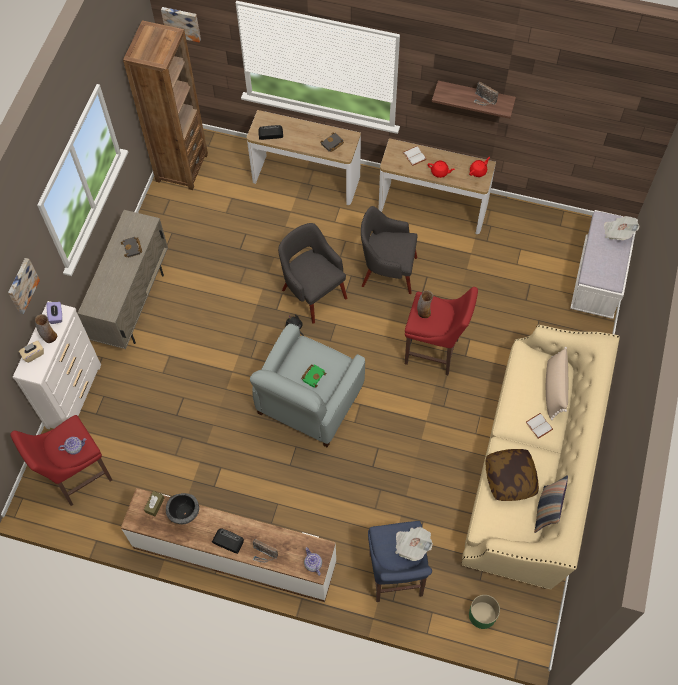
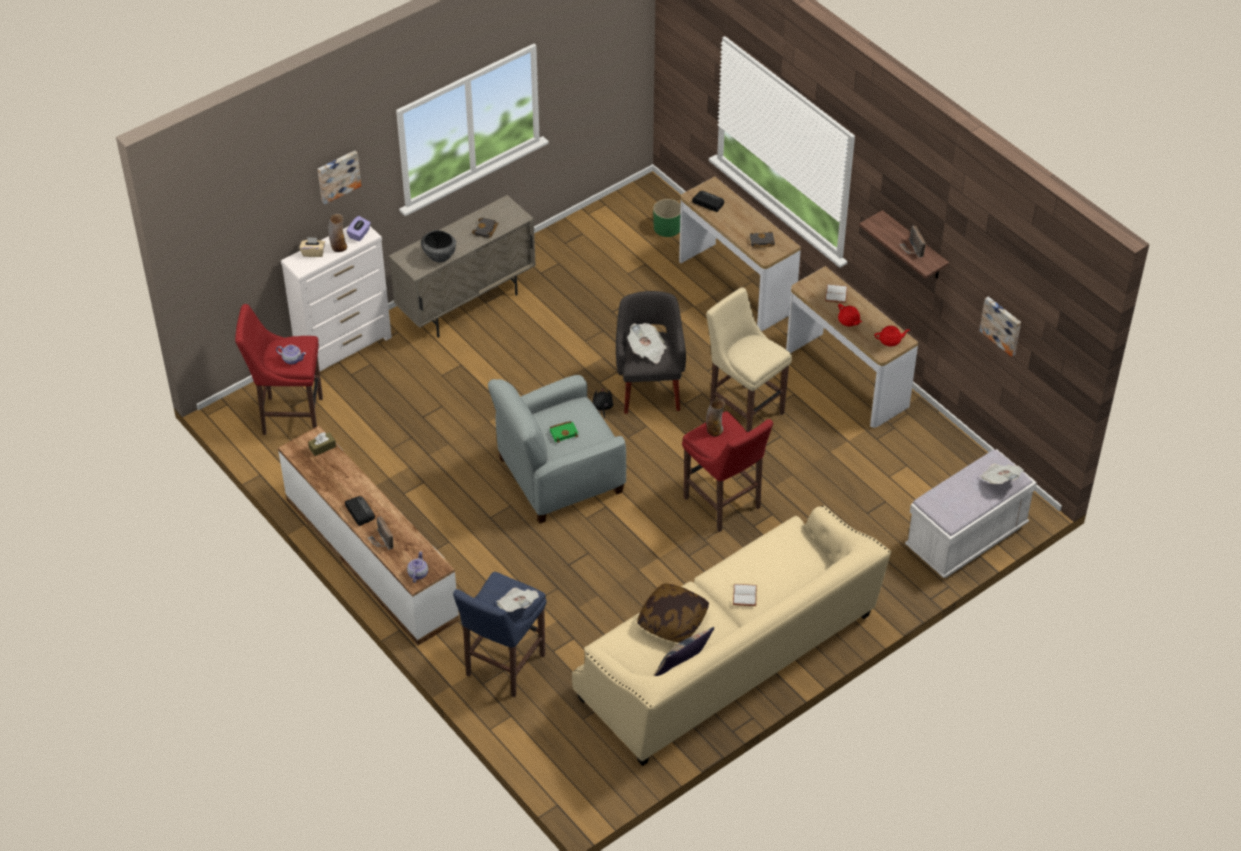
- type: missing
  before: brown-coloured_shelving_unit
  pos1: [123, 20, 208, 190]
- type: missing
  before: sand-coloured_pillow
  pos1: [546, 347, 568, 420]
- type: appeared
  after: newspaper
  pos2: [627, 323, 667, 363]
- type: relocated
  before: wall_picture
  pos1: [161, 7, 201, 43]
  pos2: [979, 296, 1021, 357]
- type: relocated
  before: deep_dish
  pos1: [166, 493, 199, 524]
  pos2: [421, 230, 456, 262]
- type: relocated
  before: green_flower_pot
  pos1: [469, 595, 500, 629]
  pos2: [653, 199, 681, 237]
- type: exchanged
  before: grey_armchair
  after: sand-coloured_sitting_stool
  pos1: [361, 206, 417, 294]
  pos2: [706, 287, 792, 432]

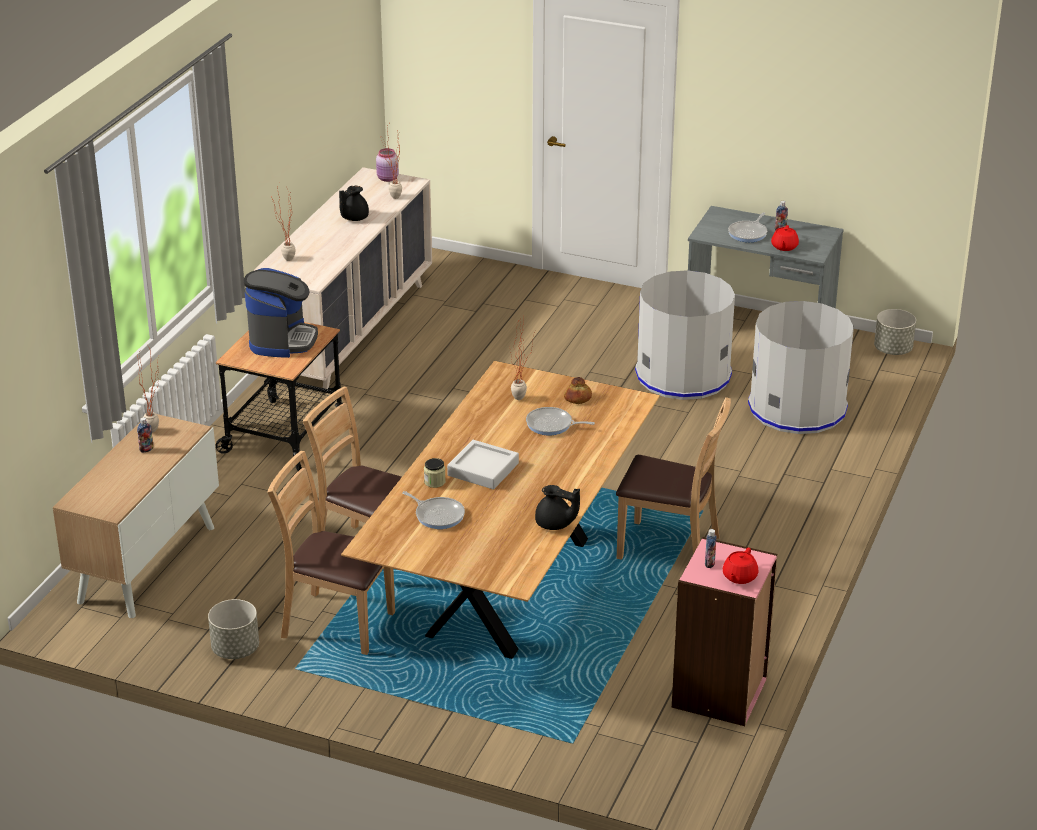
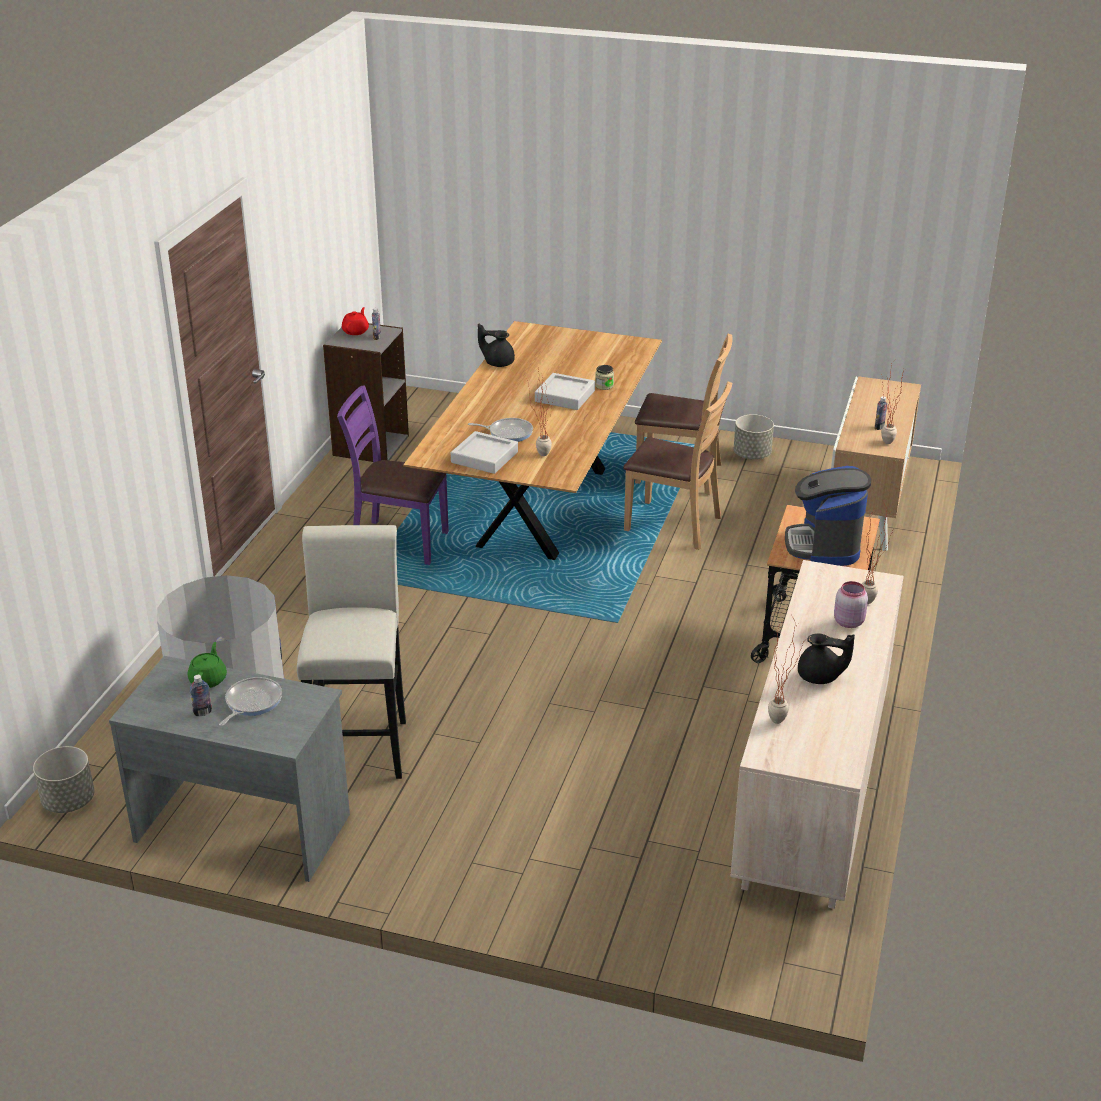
- type: missing
  before: frying_pan
  pos1: [402, 491, 465, 529]
- type: relocated
  before: pink_jar
  pos1: [376, 148, 399, 182]
  pos2: [834, 581, 868, 628]
- type: exchanged
  before: baked_bread
  after: grey_carrying_tray
  pos1: [564, 377, 592, 404]
  pos2: [451, 431, 518, 474]
- type: exchanged
  before: grey_waste_bin
  after: white-coloured_sitting_stool
  pos1: [635, 270, 735, 400]
  pos2: [297, 525, 406, 779]
- type: colour
  before: brown-coloured_plain_chair
  after: purplish_plain_chair
  pos1: [616, 397, 731, 560]
  pos2: [337, 385, 449, 565]
- type: colour
  before: pink_shelving_unit
  after: grey_shelving_unit
  pos1: [672, 537, 778, 726]
  pos2: [323, 323, 409, 462]
- type: colour
  before: red_pot_for_tea
  after: green_pot_for_tea
  pos1: [771, 225, 799, 251]
  pos2: [188, 642, 227, 688]
- type: spun
  before: blackish_pot_for_tea
  pos1: [339, 185, 369, 221]
  pos2: [798, 633, 855, 684]
  turn: 75

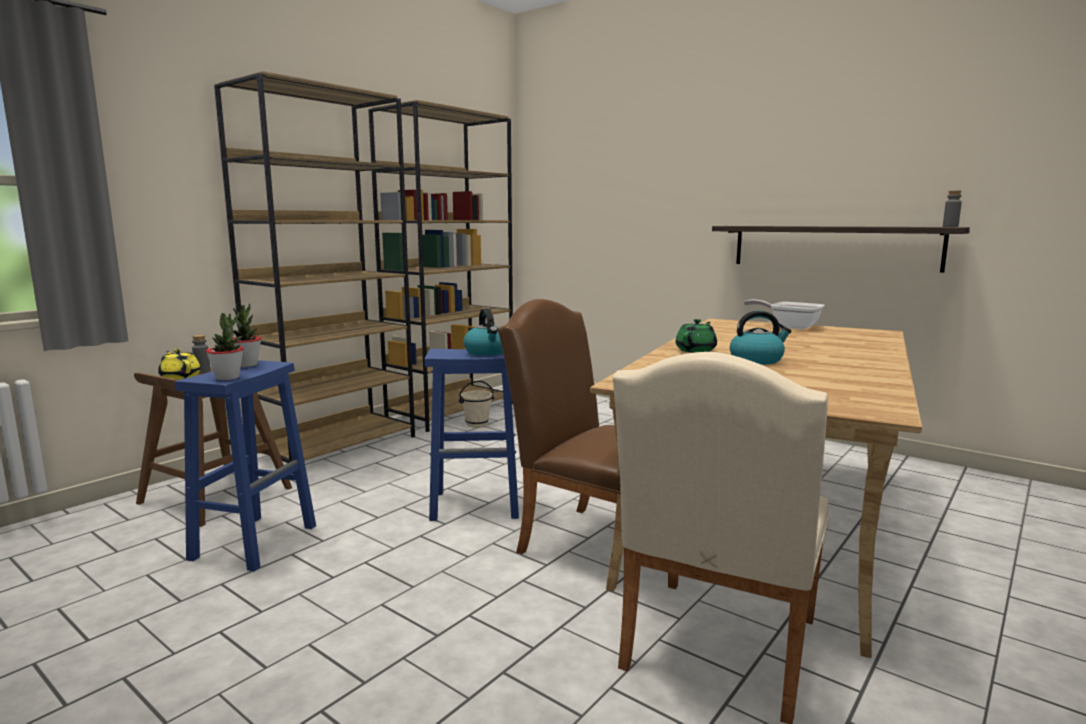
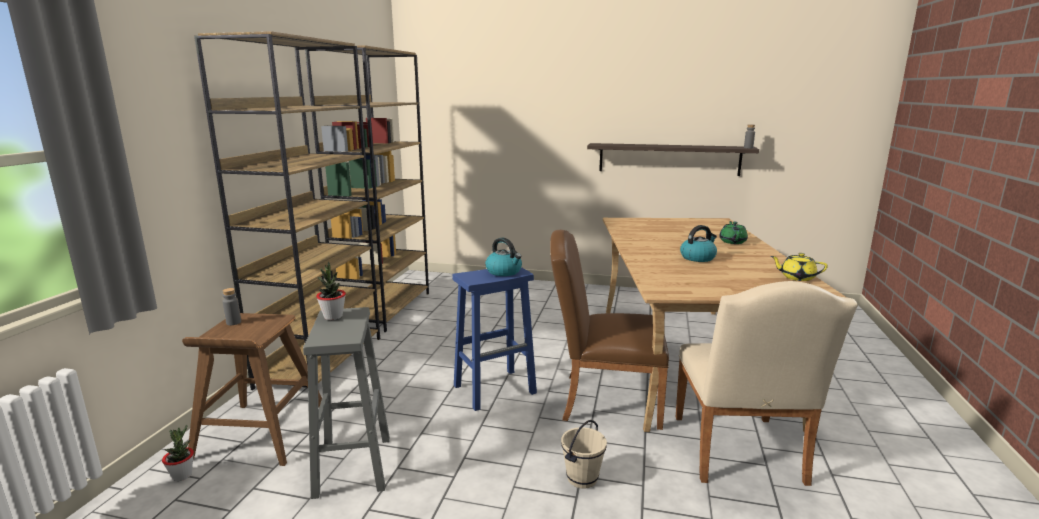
- type: missing
  before: frying_pan
  pos1: [744, 300, 825, 329]
- type: relocated
  before: yellow_pot_for_tea
  pos1: [158, 349, 201, 380]
  pos2: [771, 253, 828, 281]
- type: relocated
  before: potted_plant
  pos1: [206, 312, 243, 380]
  pos2: [162, 425, 194, 481]
- type: relocated
  before: sand-coloured_bucket
  pos1: [459, 381, 494, 428]
  pos2: [561, 420, 607, 489]
- type: relocated
  before: green_pot_for_tea
  pos1: [676, 319, 717, 353]
  pos2: [719, 221, 748, 244]
- type: colour
  before: blue-coloured_sitting_stool
  after: grey_sitting_stool
  pos1: [175, 360, 316, 571]
  pos2: [303, 307, 390, 499]

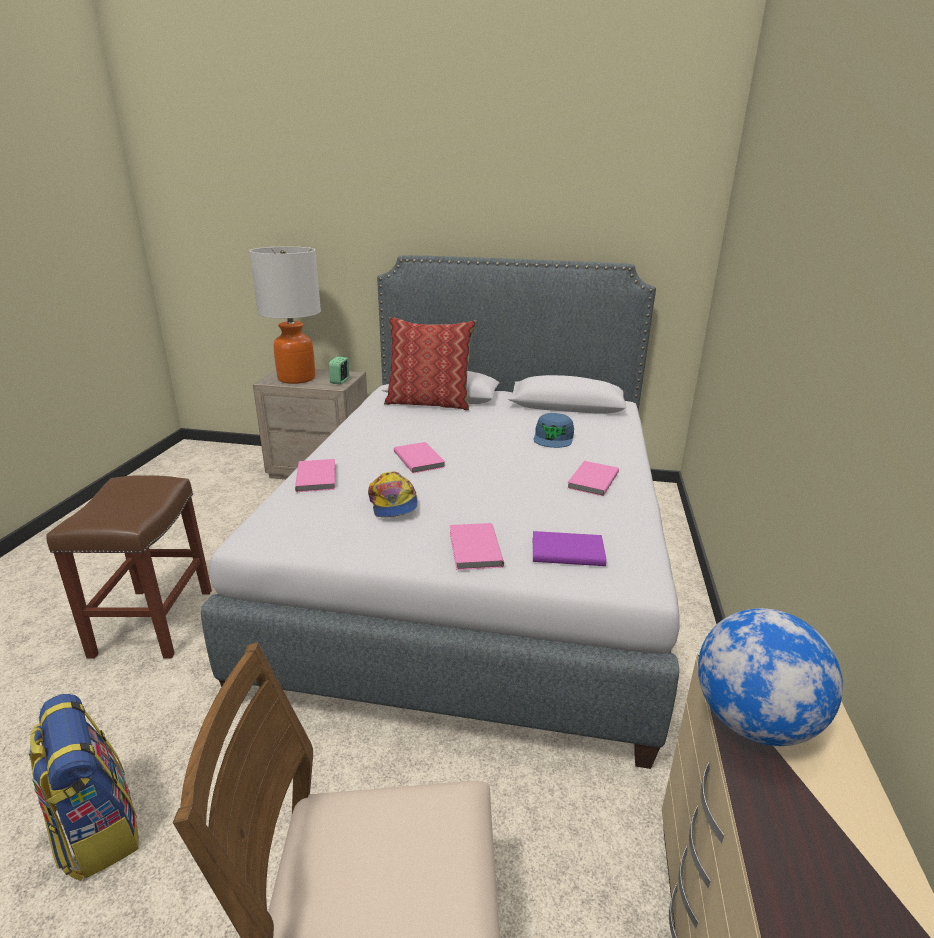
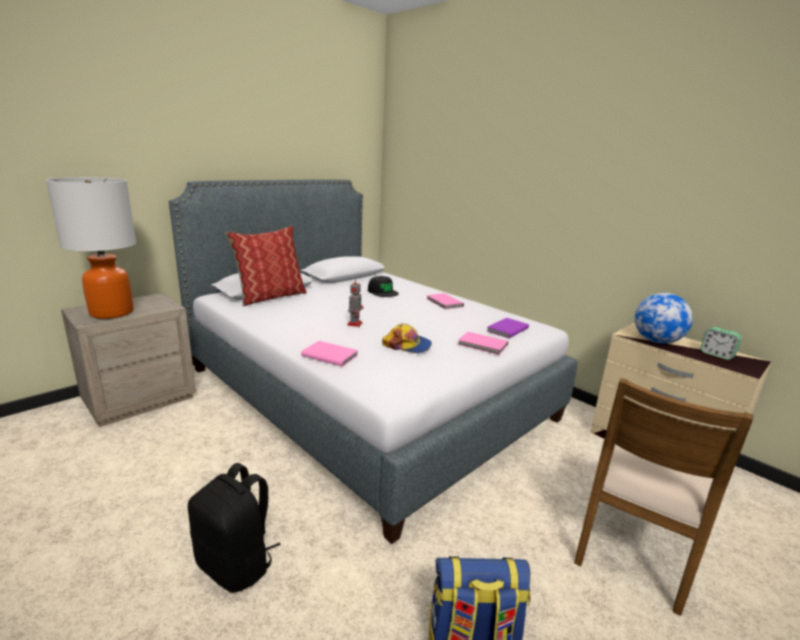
- type: relocated
  before: table_clock
  pos1: [329, 357, 349, 384]
  pos2: [701, 327, 742, 360]
- type: exchanged
  before: brown-coloured_sitting_stool
  after: blackish_knapsack
  pos1: [46, 475, 212, 659]
  pos2: [188, 463, 281, 593]
- type: exchanged
  before: pink_volume
  after: toy_robot
  pos1: [394, 442, 445, 473]
  pos2: [347, 278, 363, 327]
- type: colour
  before: blue-coloured_cap
  after: blackish_cap
  pos1: [533, 413, 574, 448]
  pos2: [368, 276, 399, 297]

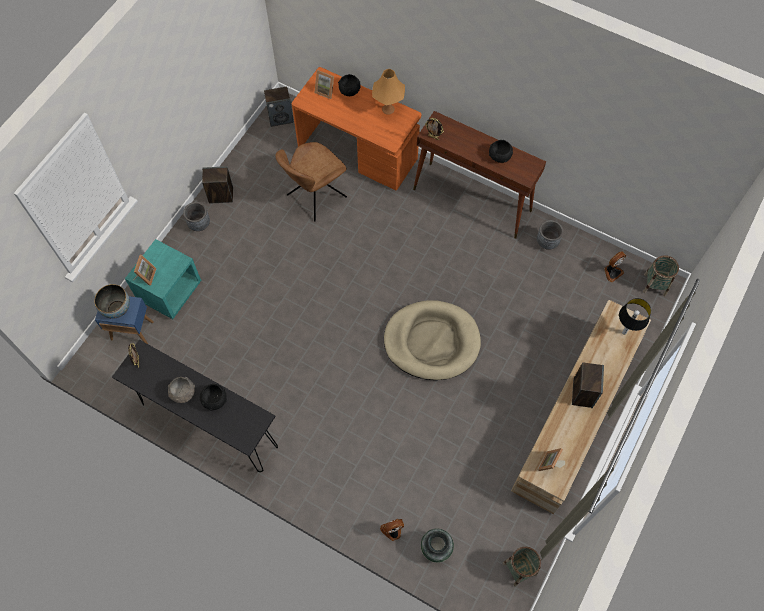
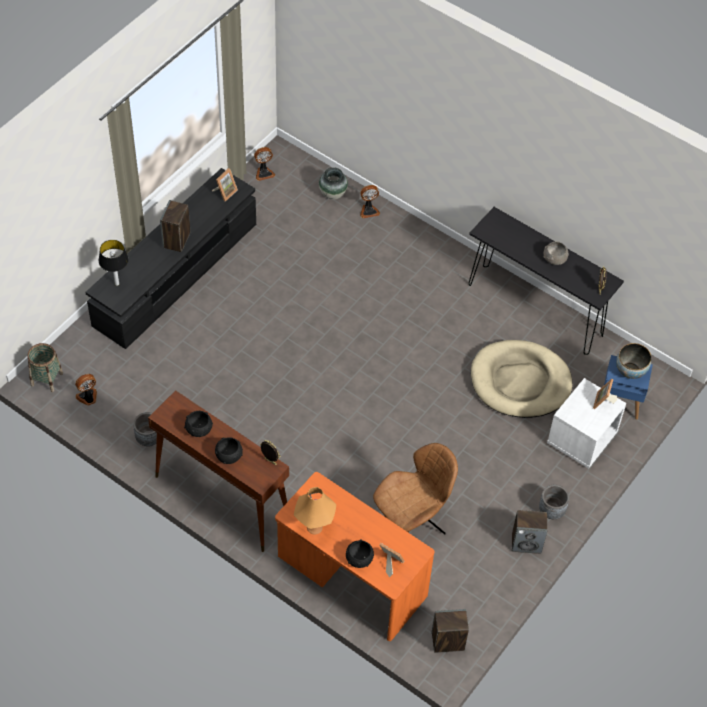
- type: relocated
  before: blackish_deep_dish
  pos1: [200, 384, 227, 411]
  pos2: [215, 437, 243, 464]
- type: relocated
  before: sand-coloured_pet_bed
  pos1: [384, 300, 481, 380]
  pos2: [471, 340, 573, 418]
- type: exchanged
  before: storage_basket
  after: fan
  pos1: [502, 547, 541, 587]
  pos2: [254, 147, 275, 181]
- type: colour
  before: blue-green_nightstand
  after: white-coloured_nightstand
  pos1: [125, 239, 201, 319]
  pos2: [547, 378, 626, 469]
- type: colour
  before: sand-coloured_tv_stand
  after: blackish_tv_stand
  pos1: [511, 300, 651, 514]
  pos2: [85, 168, 256, 349]

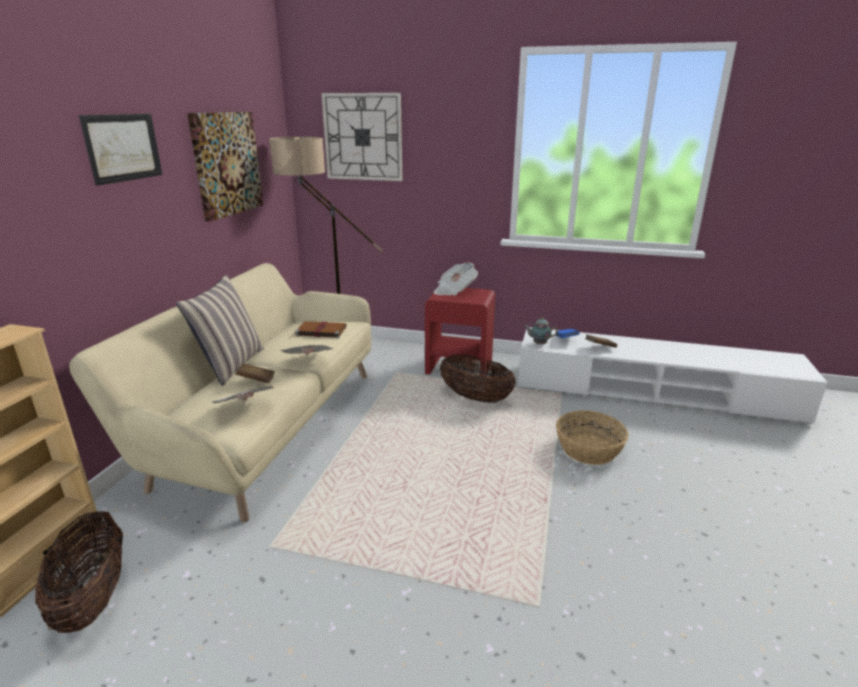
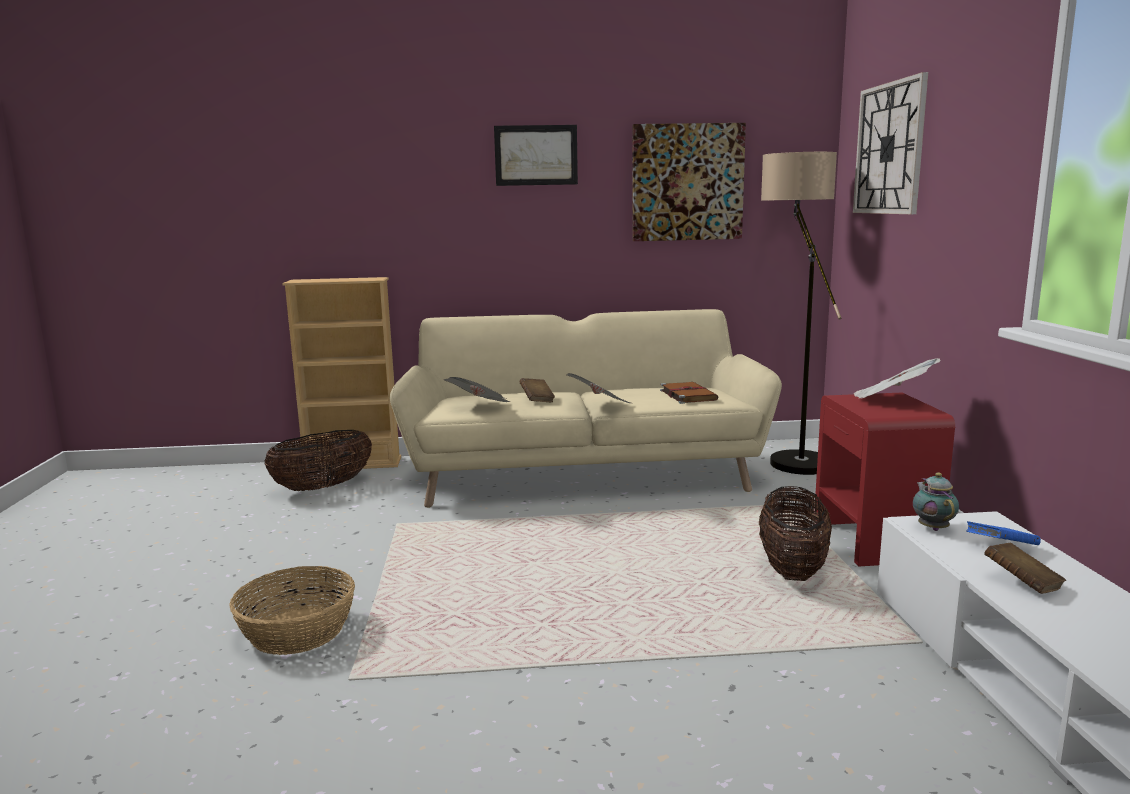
- type: missing
  before: pillow
  pos1: [176, 275, 264, 386]
- type: relocated
  before: storage_basket
  pos1: [556, 411, 629, 465]
  pos2: [230, 566, 355, 655]

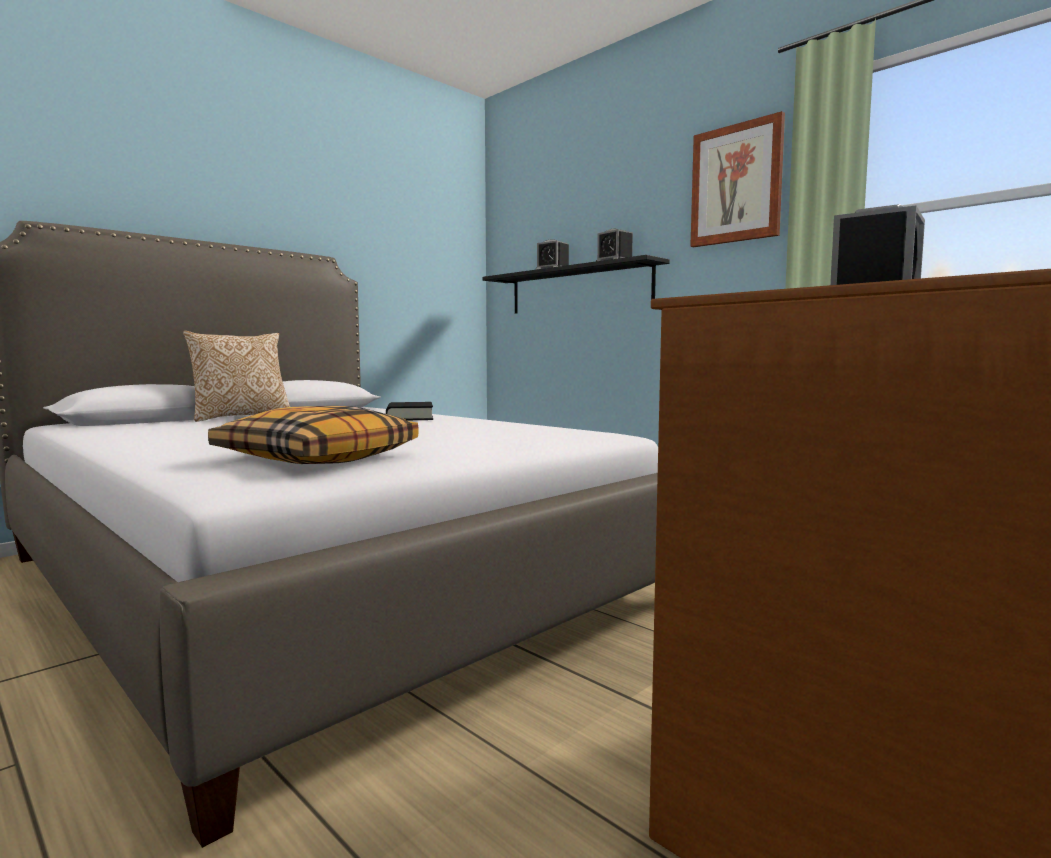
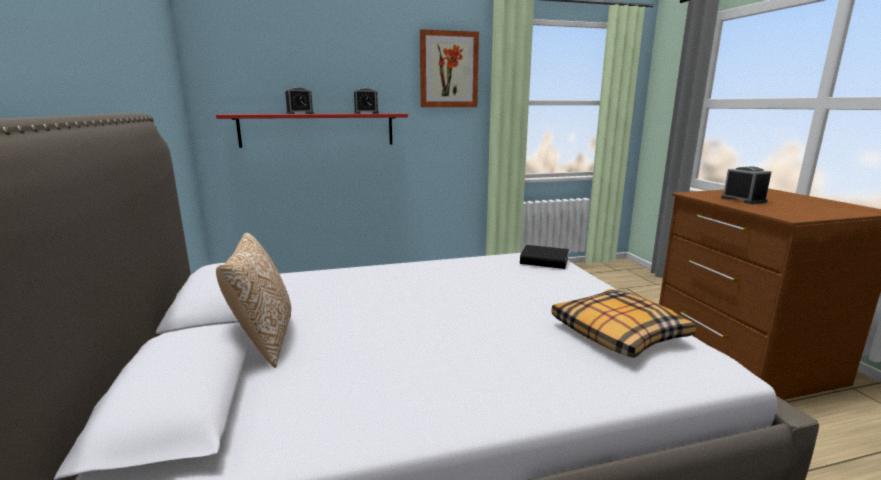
- type: relocated
  before: blackish_volume
  pos1: [386, 402, 433, 420]
  pos2: [520, 245, 569, 269]
- type: colour
  before: blackish_wall_shelf
  after: red_wall_shelf
  pos1: [483, 255, 670, 314]
  pos2: [216, 113, 408, 148]

